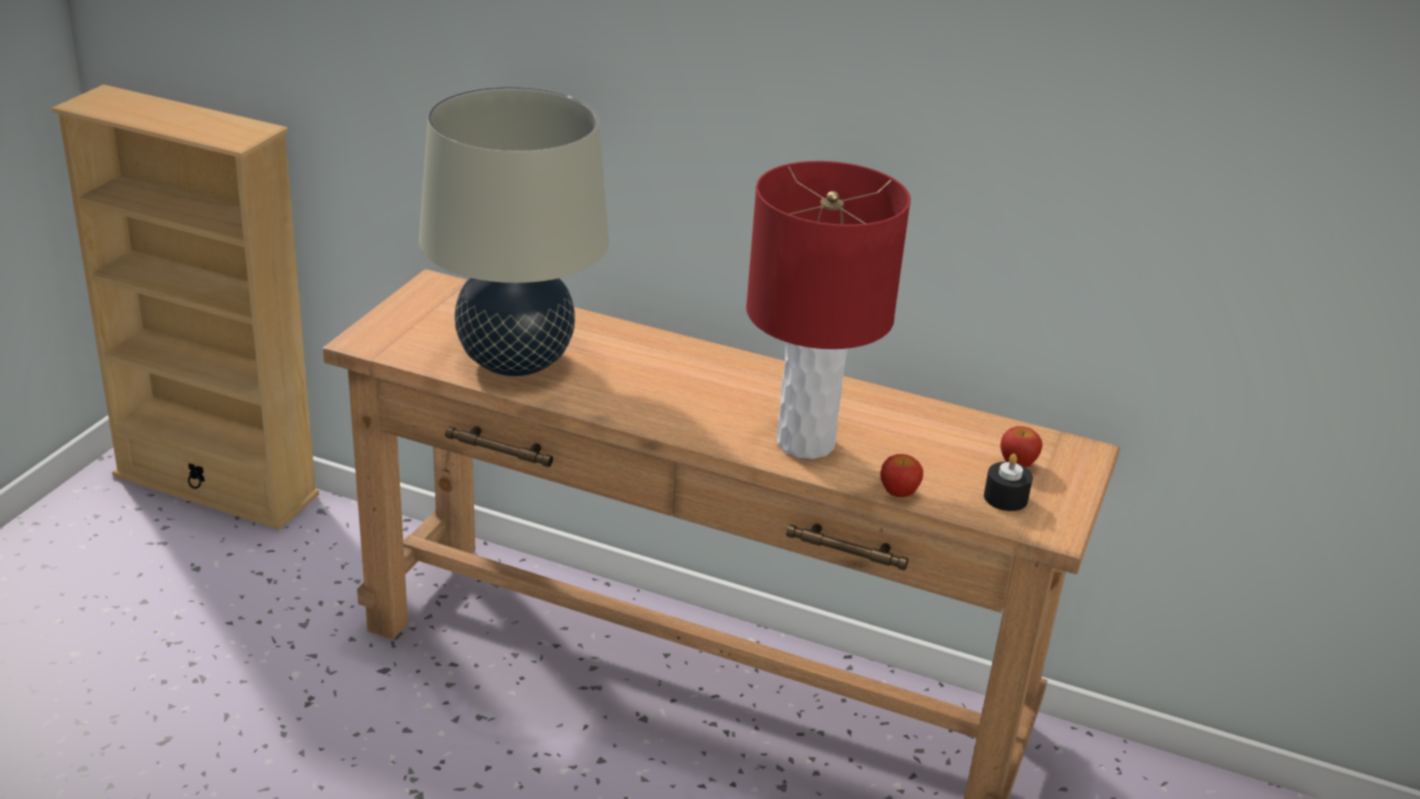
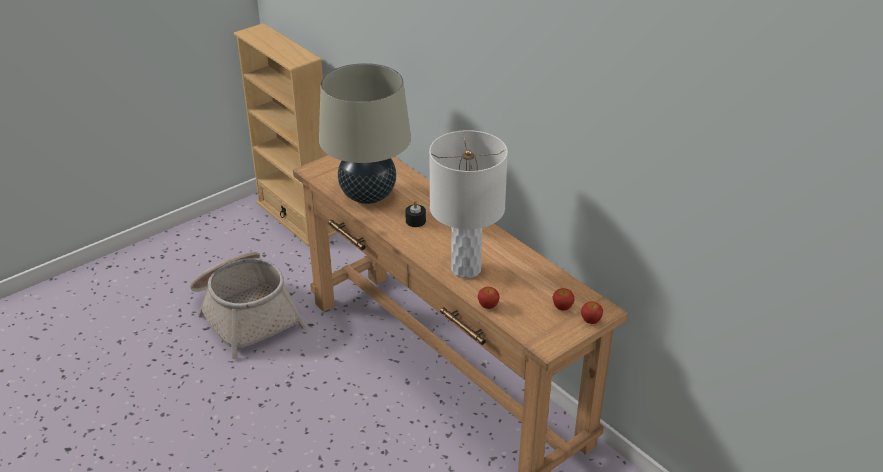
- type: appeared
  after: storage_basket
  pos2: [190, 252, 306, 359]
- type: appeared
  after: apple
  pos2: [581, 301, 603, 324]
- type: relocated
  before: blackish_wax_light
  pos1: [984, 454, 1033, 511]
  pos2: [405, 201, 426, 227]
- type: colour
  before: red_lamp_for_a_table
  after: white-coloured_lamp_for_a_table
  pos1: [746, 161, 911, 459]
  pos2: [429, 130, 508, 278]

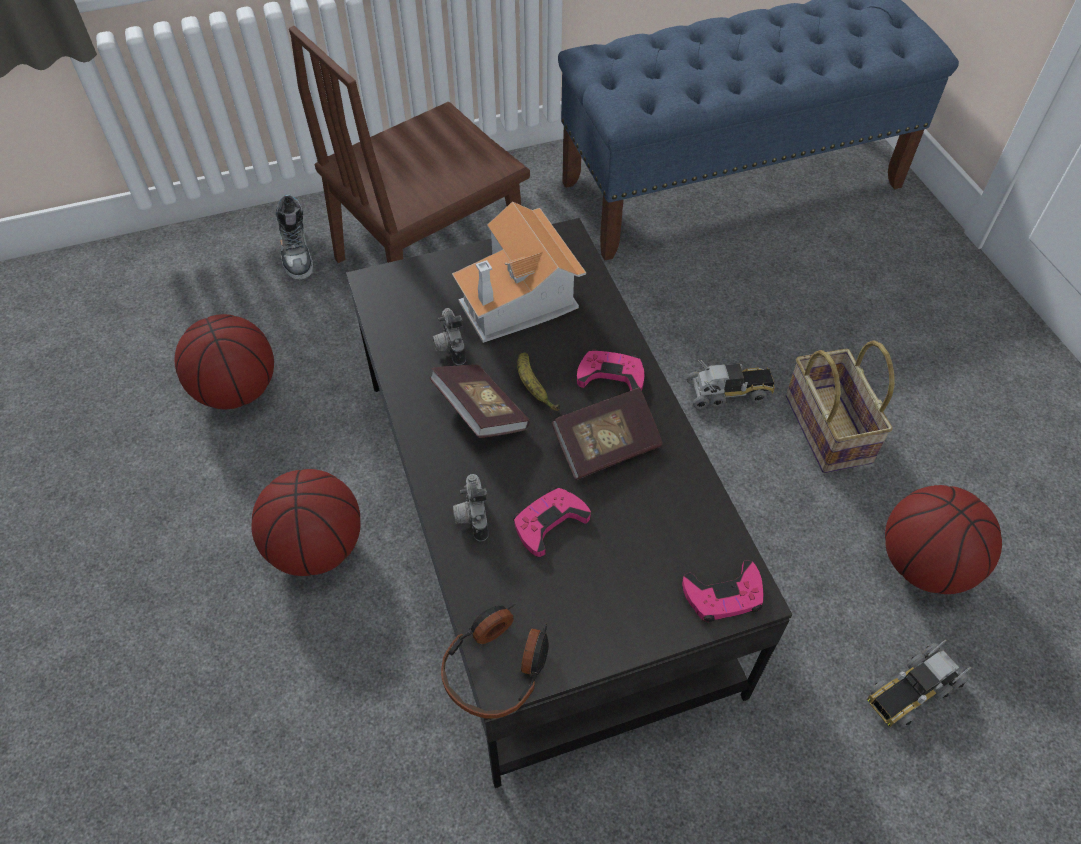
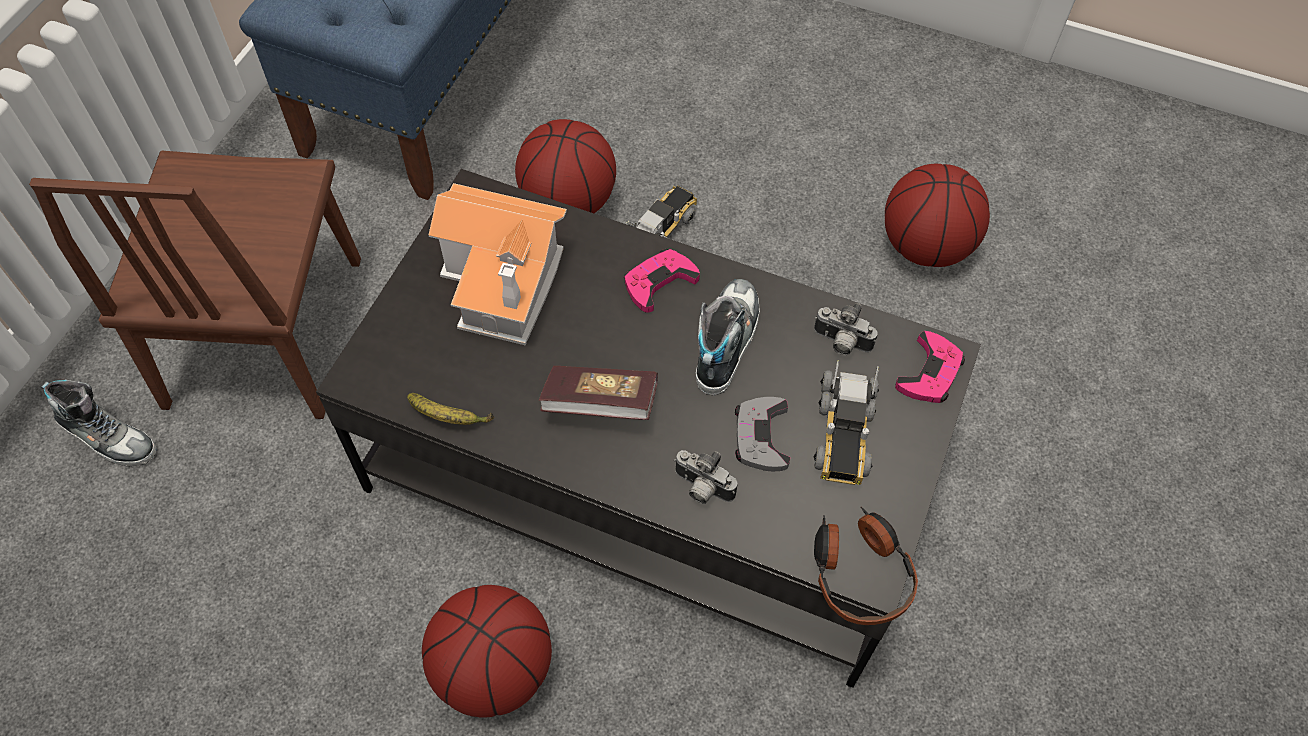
- type: missing
  before: storage_basket
  pos1: [786, 341, 895, 473]
- type: relocated
  before: basketball_ball
  pos1: [175, 314, 274, 409]
  pos2: [515, 119, 616, 213]
- type: relocated
  before: photo_camera
  pos1: [432, 308, 466, 365]
  pos2: [814, 303, 878, 355]
- type: relocated
  before: banana
  pos1: [517, 352, 560, 411]
  pos2: [407, 393, 494, 425]
- type: relocated
  before: model_truck
  pos1: [867, 640, 971, 728]
  pos2: [813, 361, 879, 485]
- type: exchanged
  before: volume
  after: low_shoe
  pos1: [552, 387, 663, 480]
  pos2: [695, 279, 760, 396]
- type: colour
  before: pink_joypad
  after: grey_joypad
  pos1: [513, 487, 591, 557]
  pos2: [735, 397, 790, 471]

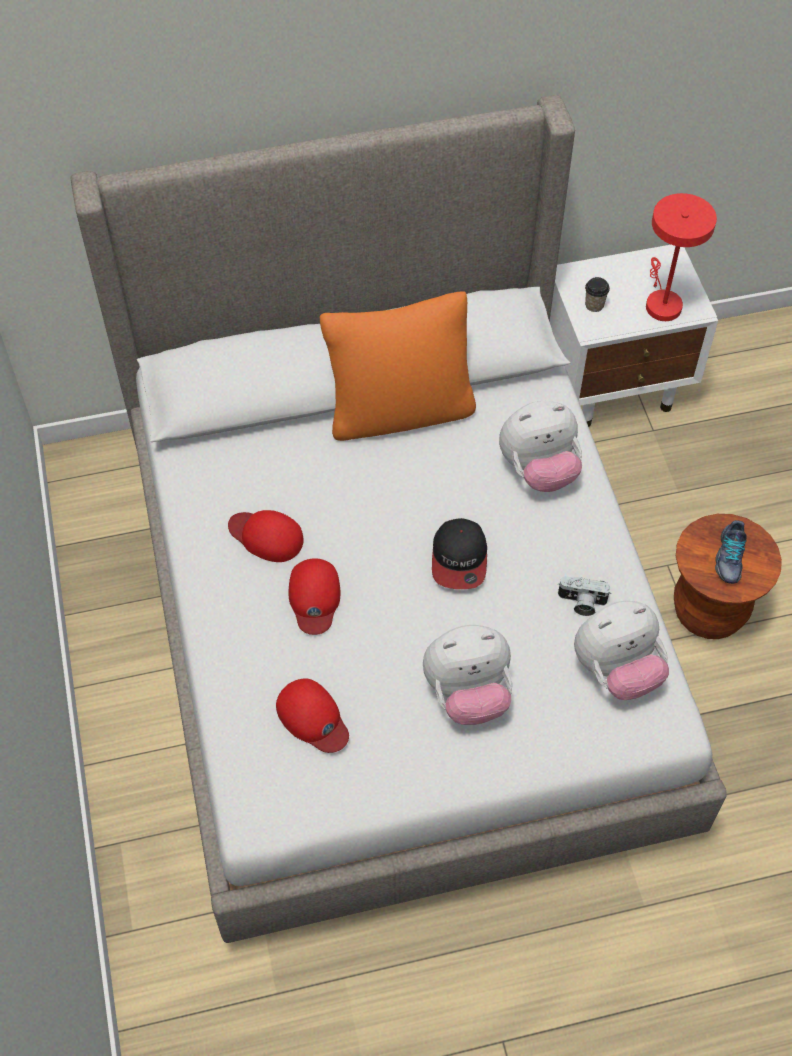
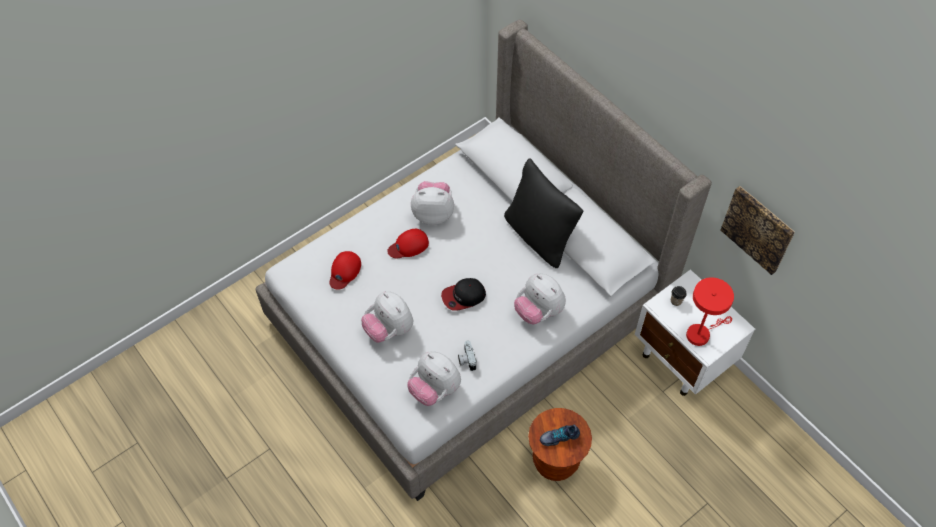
- type: appeared
  after: wall_picture
  pos2: [721, 186, 795, 275]
- type: exchanged
  before: red_cap
  after: soft_toy
  pos1: [228, 510, 304, 562]
  pos2: [411, 181, 454, 225]
- type: colour
  before: orangey_pillow
  after: blackish_pillow
  pos1: [320, 291, 476, 441]
  pos2: [504, 158, 584, 268]

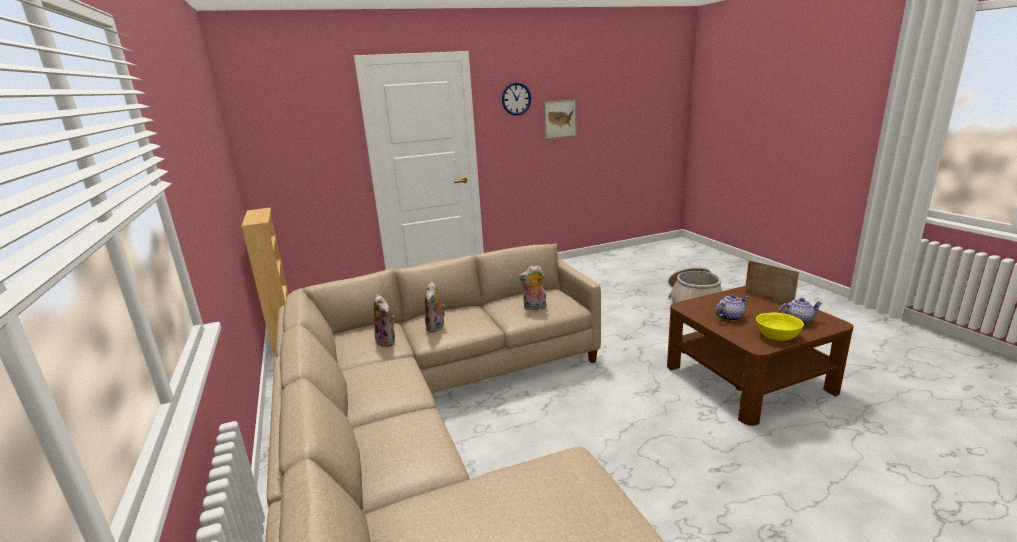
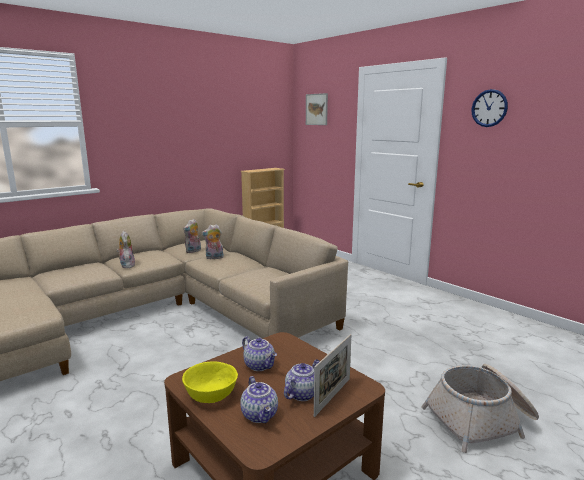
- type: appeared
  after: pot_for_tea
  pos2: [284, 359, 320, 401]
- type: relocated
  before: soft_toy
  pos1: [518, 265, 547, 310]
  pos2: [116, 231, 135, 268]
- type: relocated
  before: wall_picture
  pos1: [544, 99, 577, 139]
  pos2: [306, 93, 328, 125]

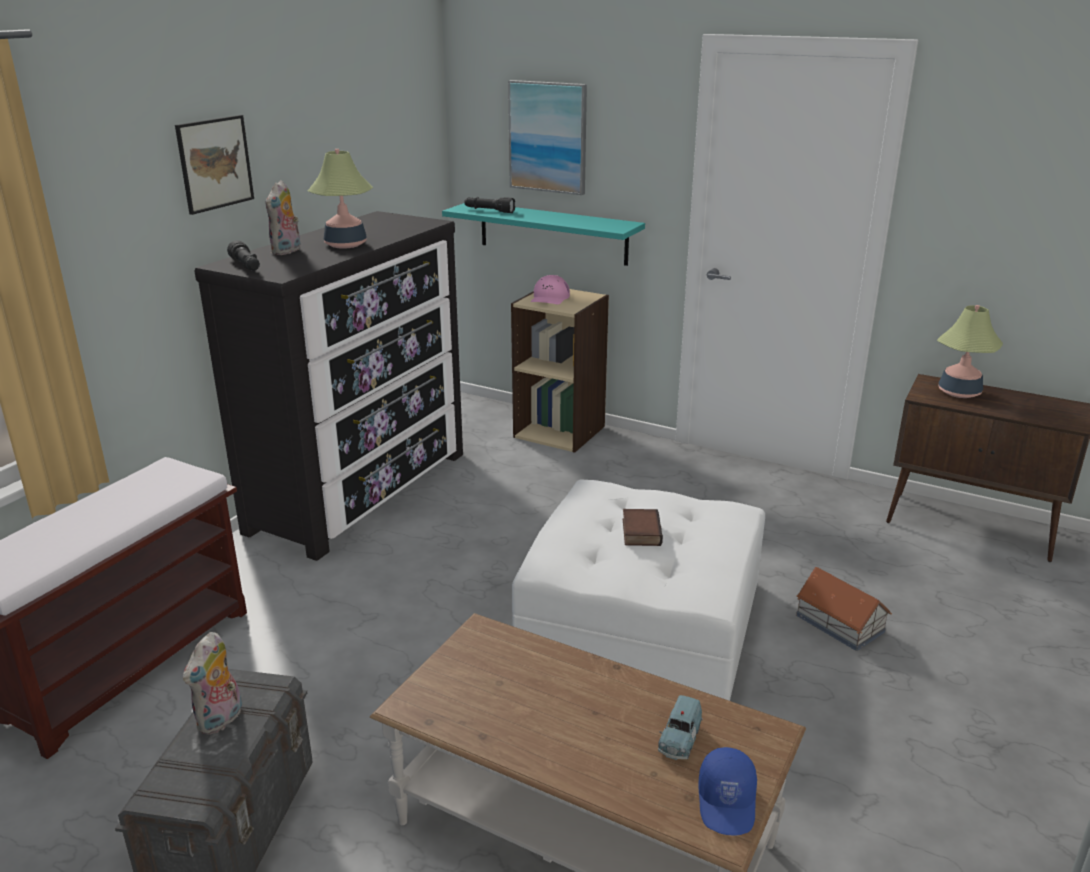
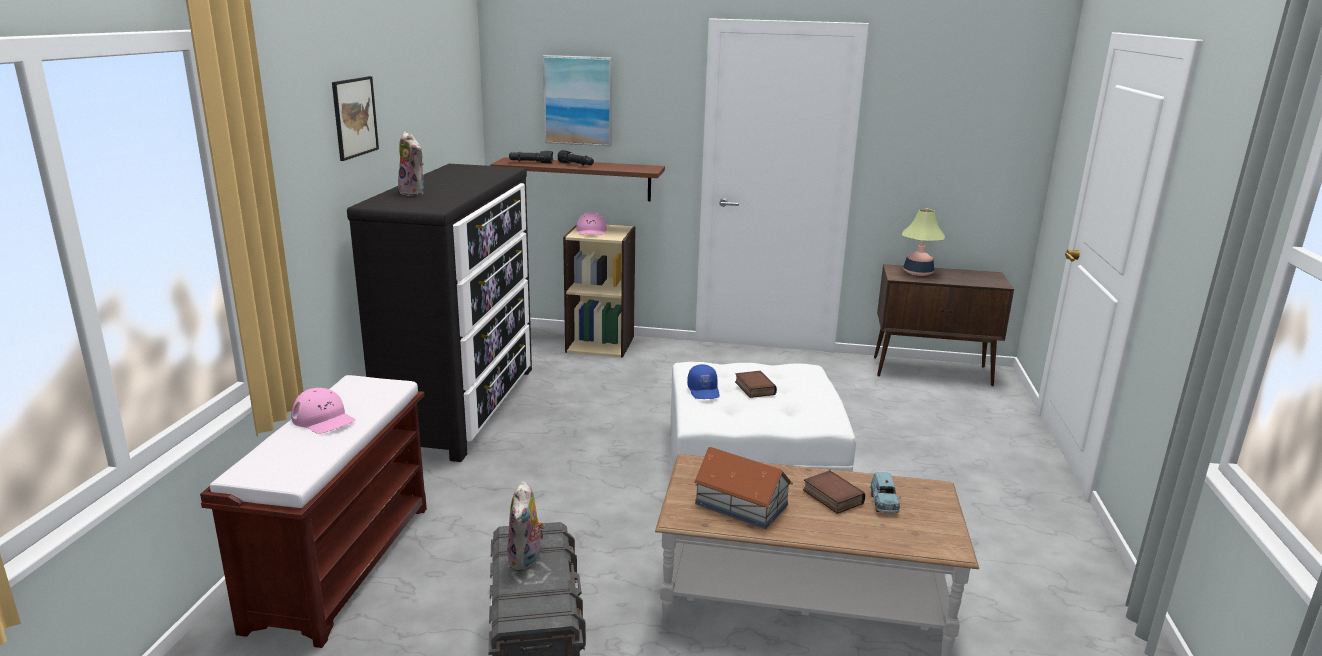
- type: missing
  before: lamp_for_a_table
  pos1: [308, 149, 373, 249]
- type: appeared
  after: pink_cap
  pos2: [291, 388, 356, 434]
- type: appeared
  after: volume
  pos2: [803, 470, 865, 514]
- type: relocated
  before: blackish_torch
  pos1: [227, 240, 260, 271]
  pos2: [557, 150, 594, 165]
- type: relocated
  before: blue-coloured_cap
  pos1: [698, 747, 757, 836]
  pos2: [687, 364, 720, 399]
- type: relocated
  before: model_house
  pos1: [796, 567, 892, 651]
  pos2: [694, 447, 793, 529]
- type: colour
  before: blue-green_wall_shelf
  after: brown-coloured_wall_shelf
  pos1: [442, 203, 645, 266]
  pos2: [490, 157, 665, 201]
- type: spun
  before: soft_toy
  pos1: [266, 180, 300, 255]
  pos2: [398, 132, 424, 196]
  turn: -45

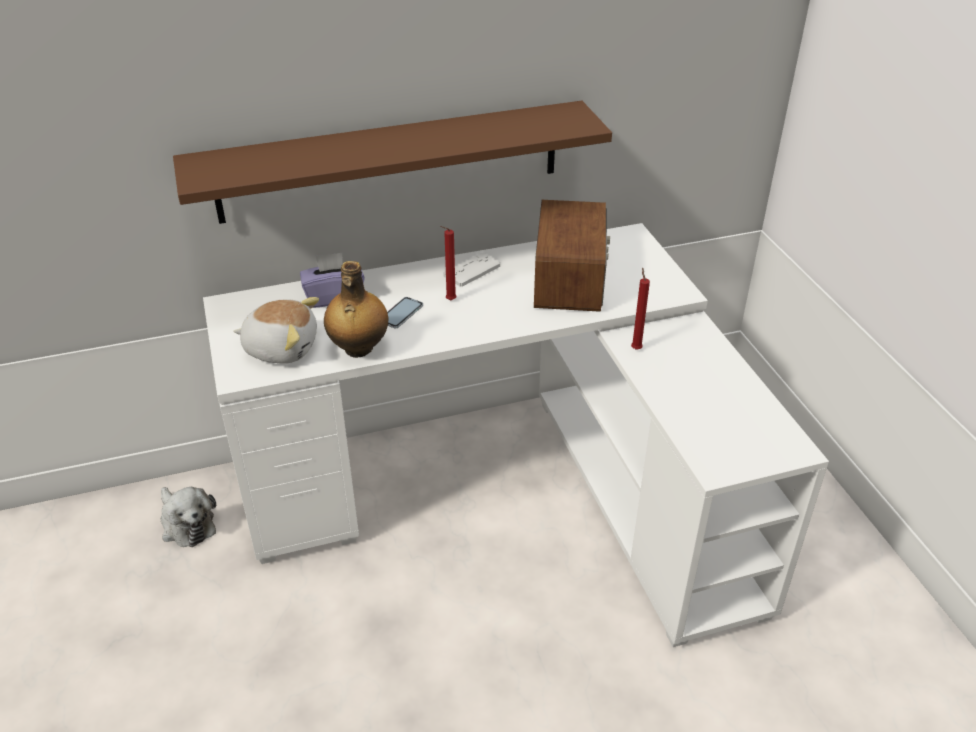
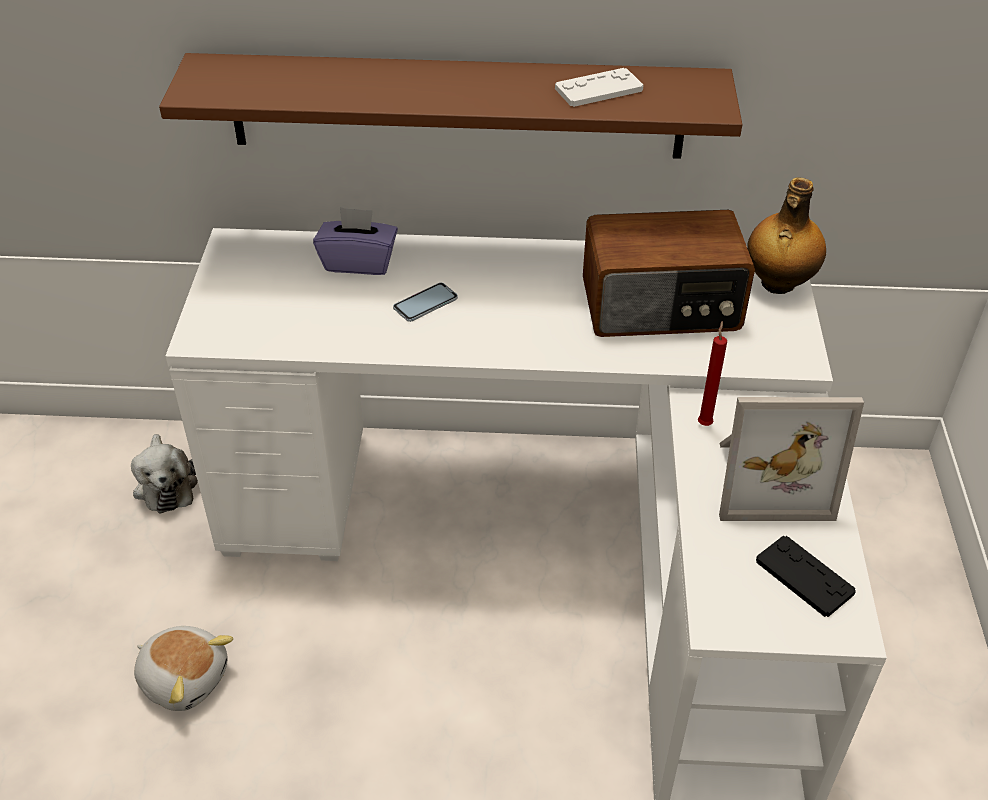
- type: missing
  before: red_wax_light
  pos1: [440, 226, 457, 300]
- type: appeared
  after: picture_frame
  pos2: [719, 397, 864, 521]
- type: appeared
  after: blackish_joypad
  pos2: [756, 535, 856, 617]
- type: relocated
  before: soft_toy
  pos1: [233, 297, 319, 364]
  pos2: [134, 626, 233, 711]
- type: relocated
  before: beverage_bottle
  pos1: [324, 261, 388, 358]
  pos2: [747, 177, 826, 294]
- type: relocated
  before: white-coloured_joypad
  pos1: [443, 253, 500, 287]
  pos2: [555, 68, 644, 107]
- type: spun
  before: radio_receiver
  pos1: [534, 200, 610, 312]
  pos2: [583, 210, 755, 337]
  turn: 60

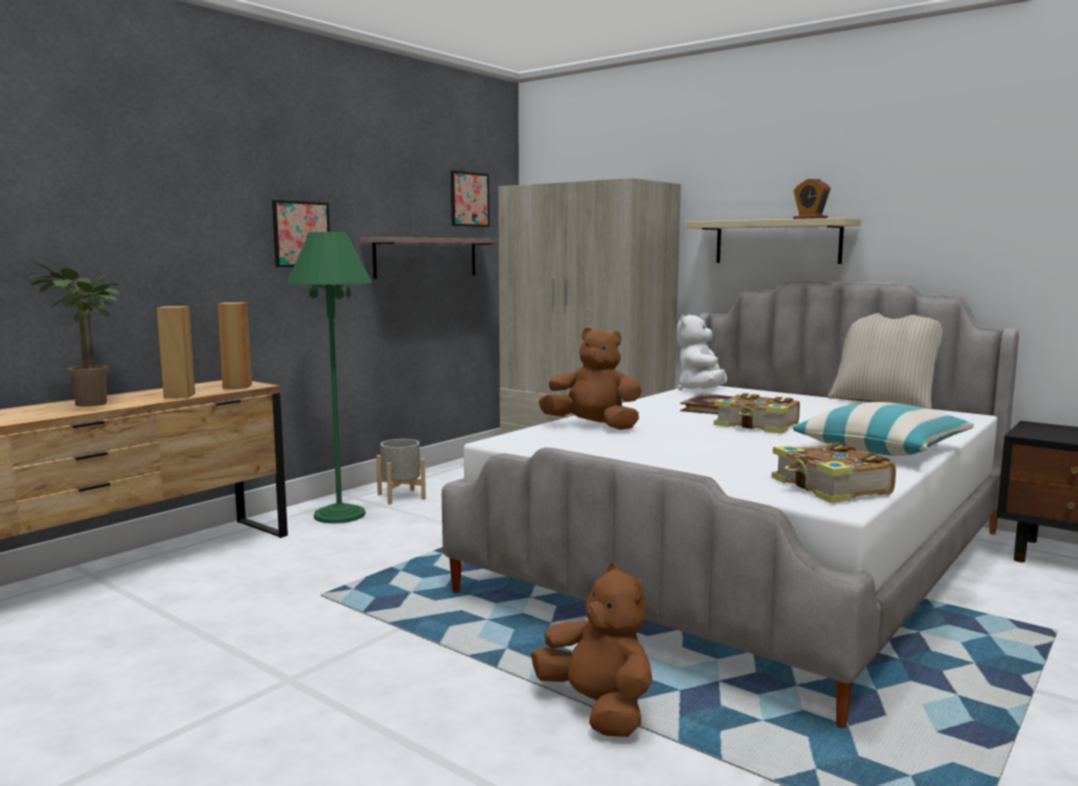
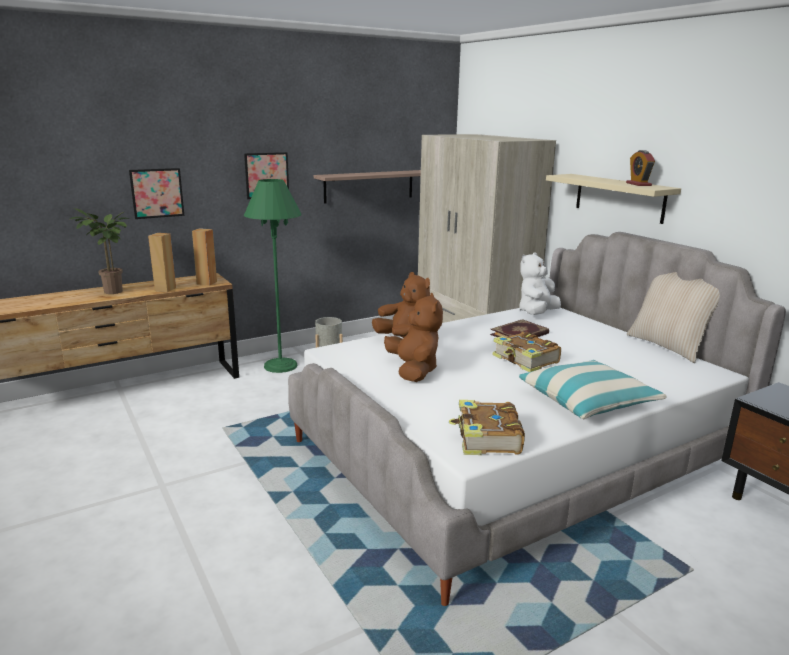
- type: relocated
  before: wall_picture
  pos1: [451, 170, 490, 227]
  pos2: [129, 168, 184, 219]
- type: relocated
  before: brown-coloured_soft_toy
  pos1: [531, 563, 652, 737]
  pos2: [384, 293, 443, 382]

